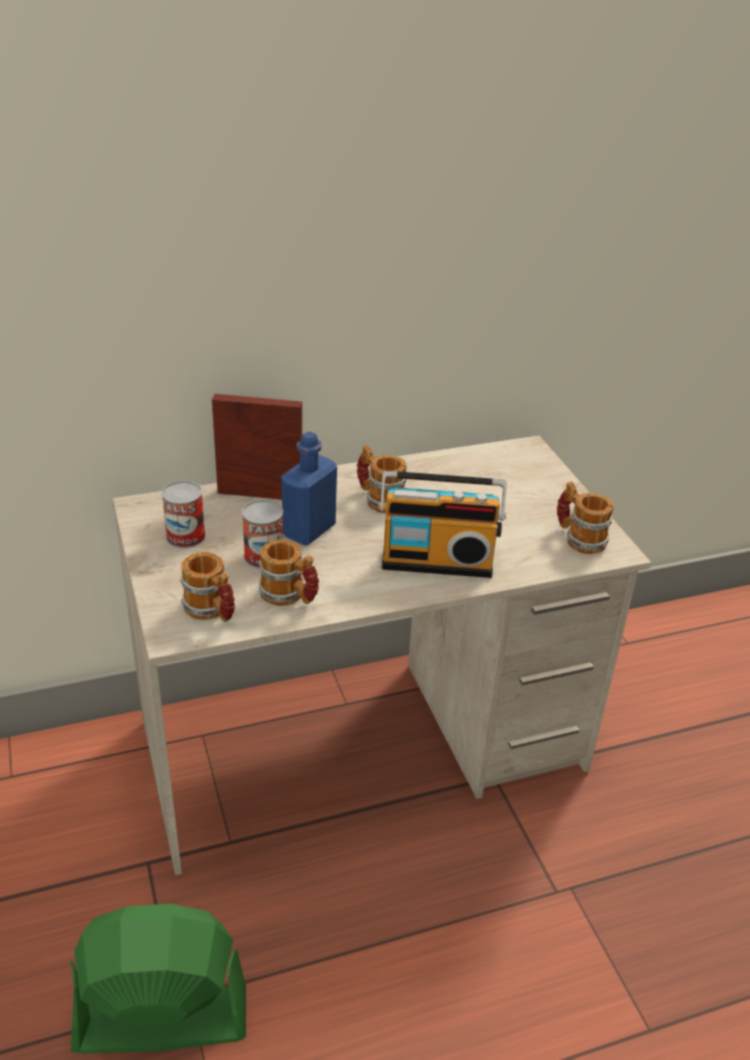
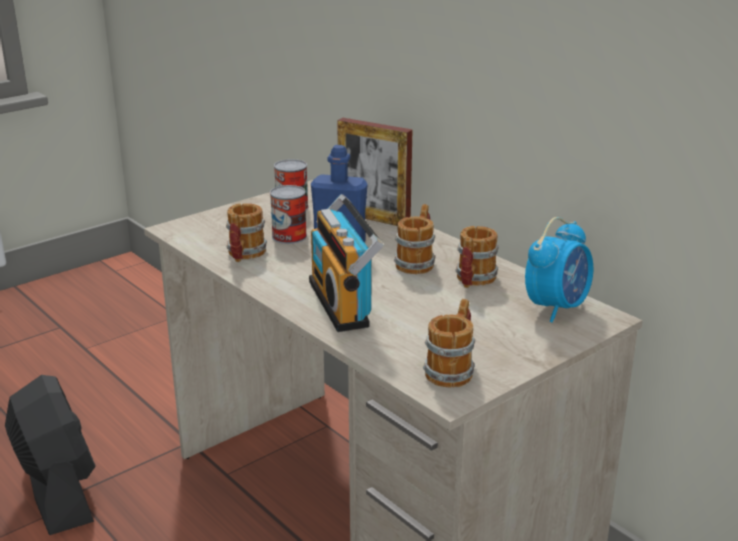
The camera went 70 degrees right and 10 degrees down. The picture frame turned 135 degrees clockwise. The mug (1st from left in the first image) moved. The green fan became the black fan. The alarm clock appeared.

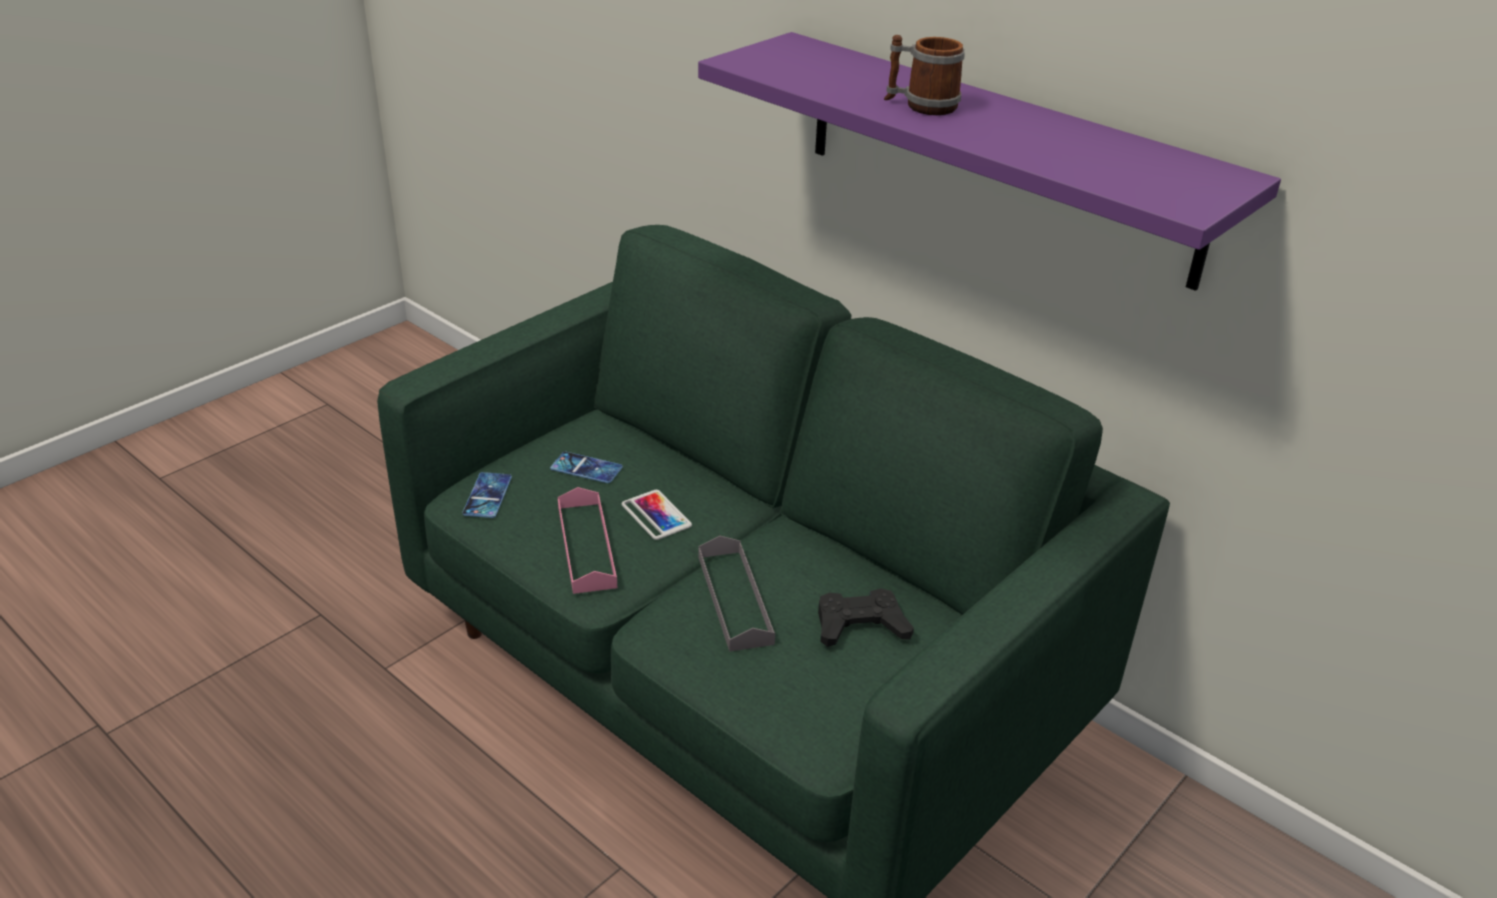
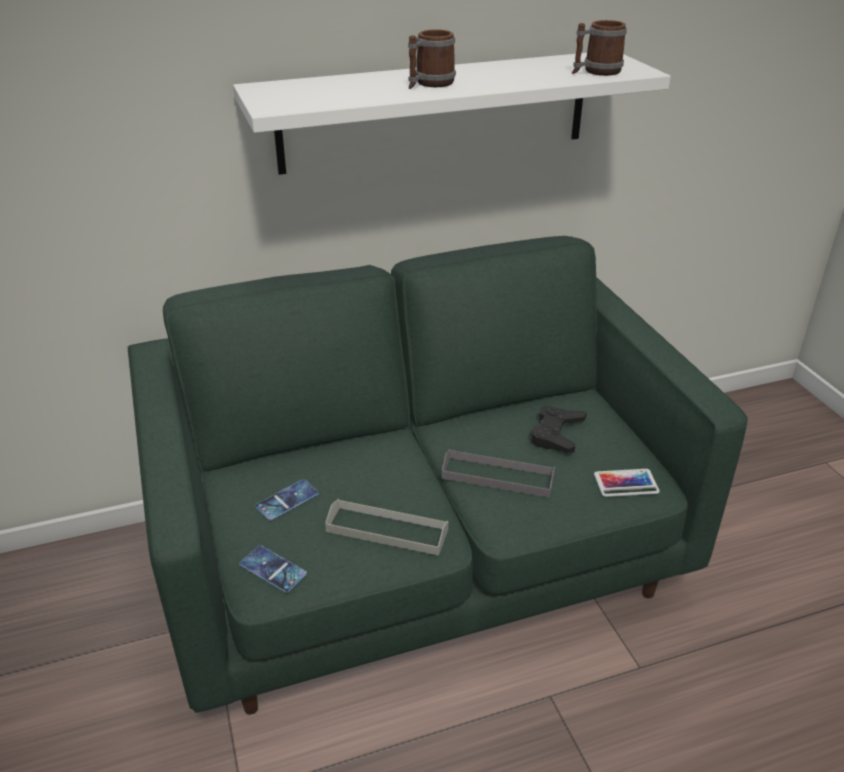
The camera went 60 degrees left and 0 degrees up. The purple shelf became the white shelf. The pink tray became the grey tray (1st from left). The phone (3rd from left) moved. The mug (2nd from left) appeared.

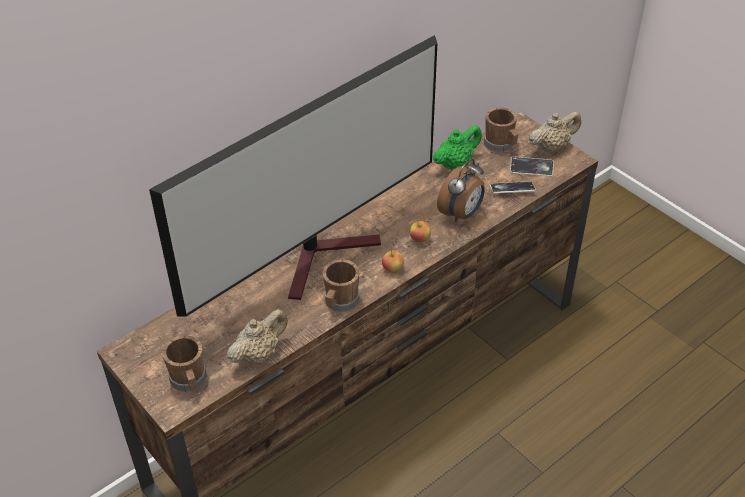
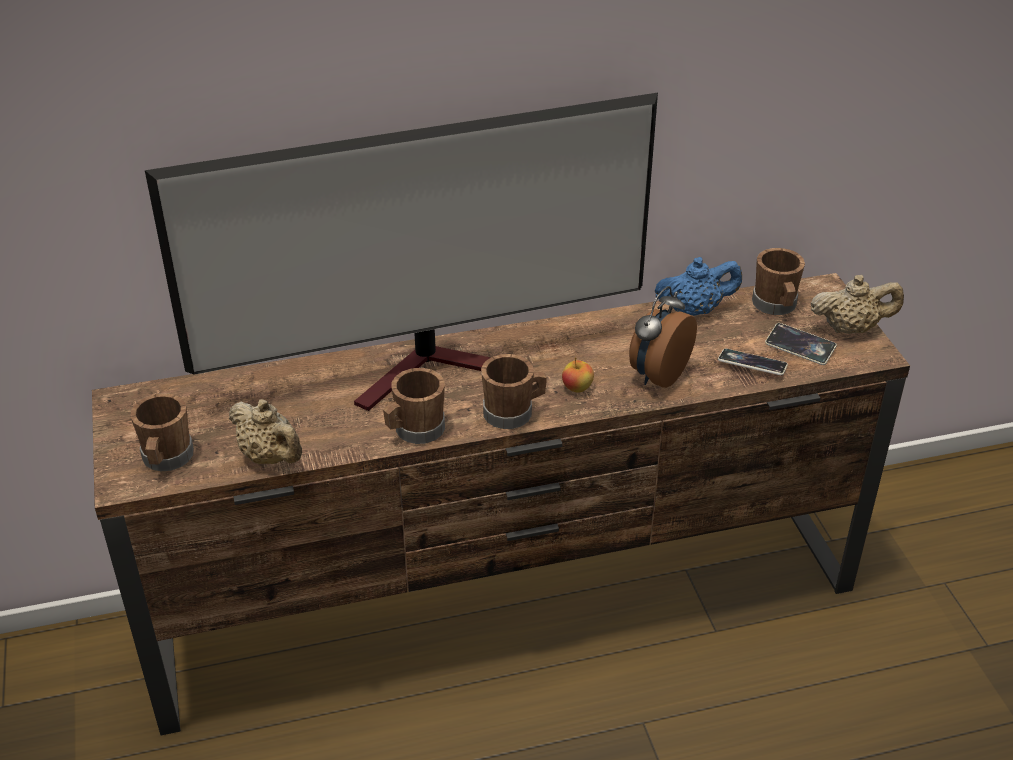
The camera went 25 degrees right and 5 degrees down. The green teapot became the blue teapot. The alarm clock turned 150 degrees clockwise. The apple (1st from left) was replaced by the brown mug (3rd from left). The beige teapot (1st from left) turned 60 degrees clockwise.

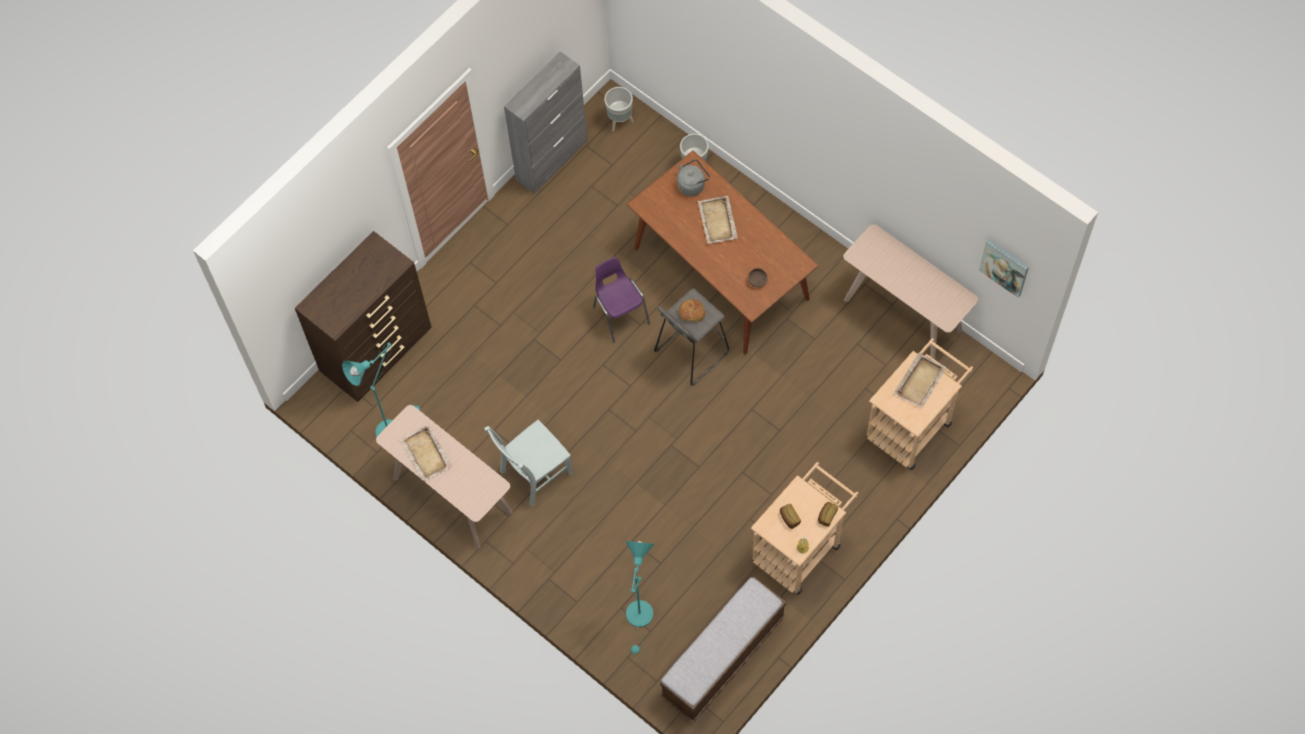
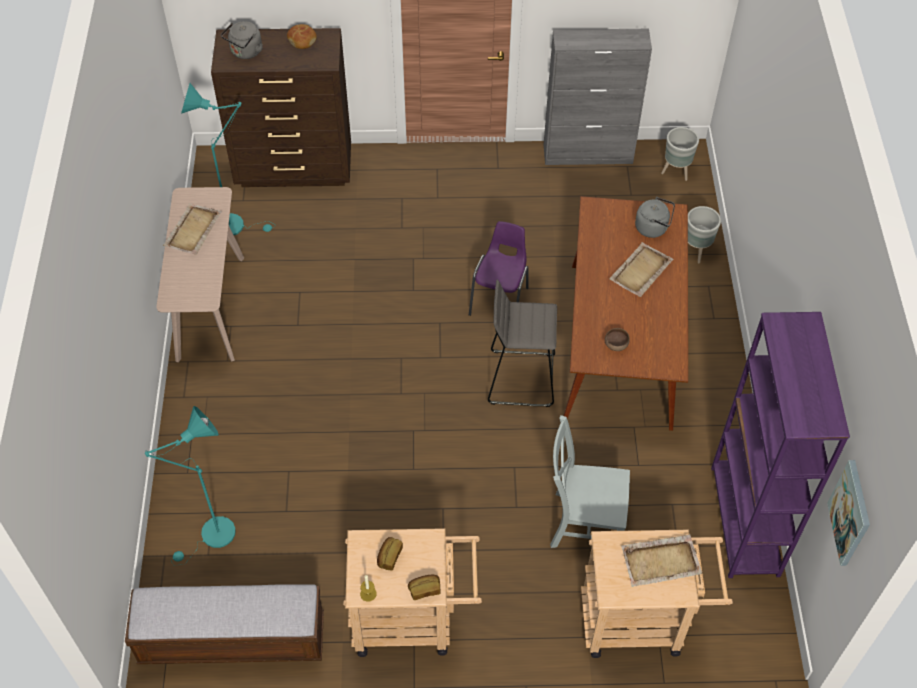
The camera went 45 degrees right and 10 degrees down. The beige console table (2nd from left) was replaced by the purple bookcase. The bread (1st from left) moved. The grey chair moved. The grey kettle (1st from left) appeared.

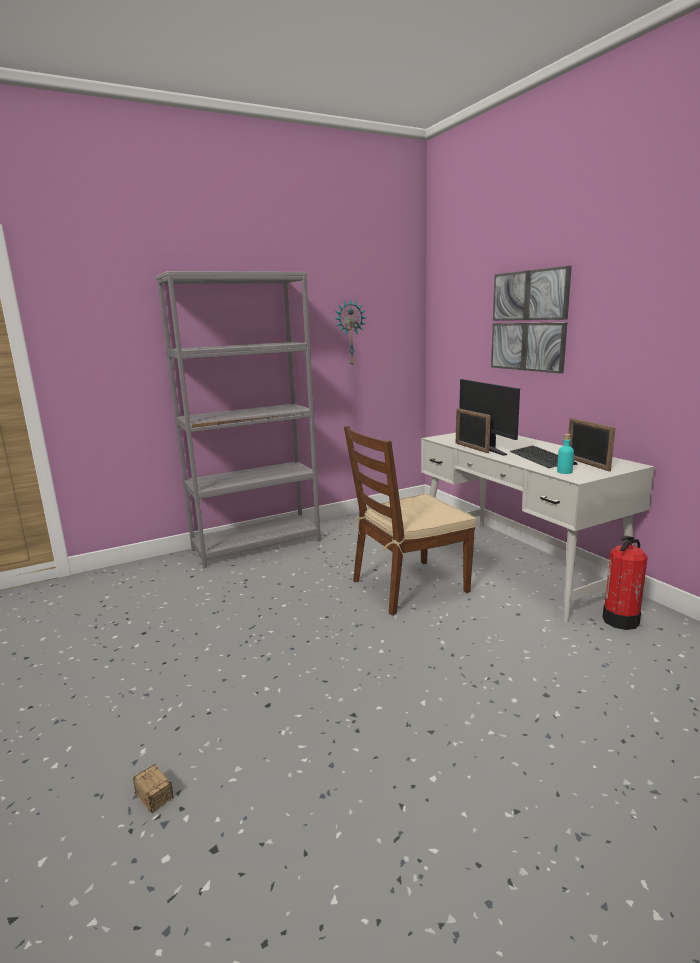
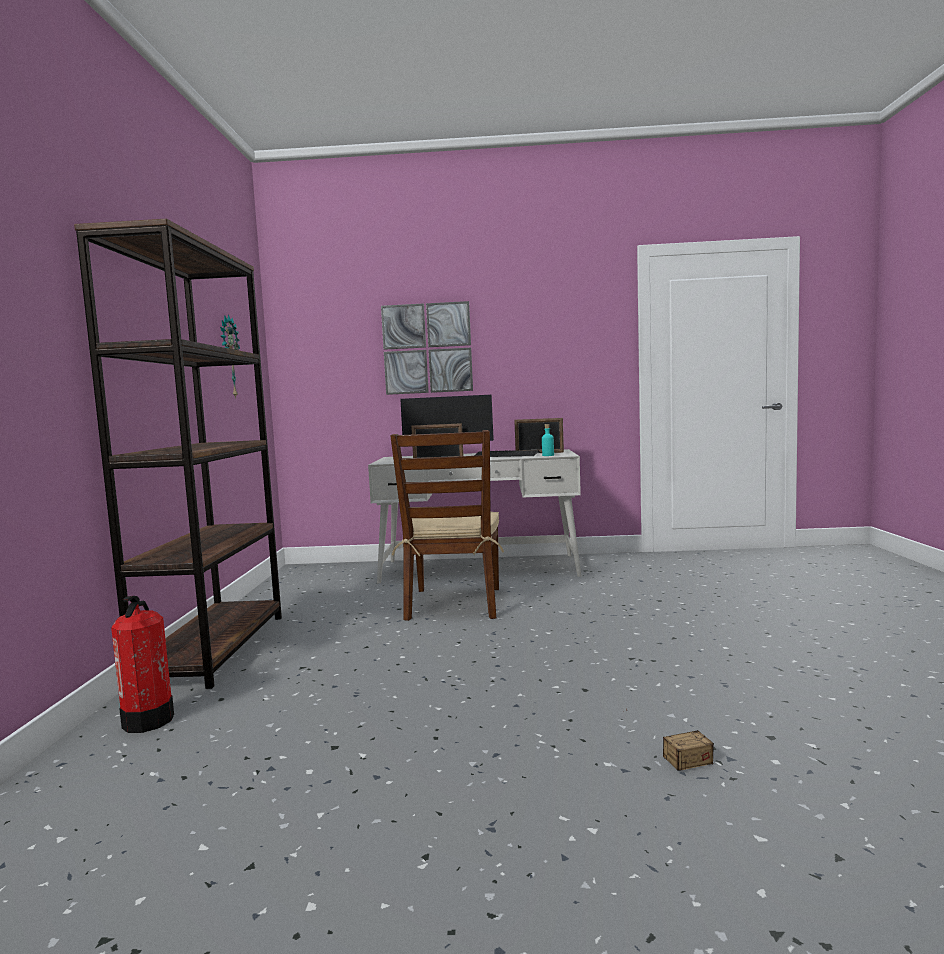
The camera went 60 degrees left and 10 degrees down. The grey bookcase became the brown bookcase. The fire extinguisher moved.

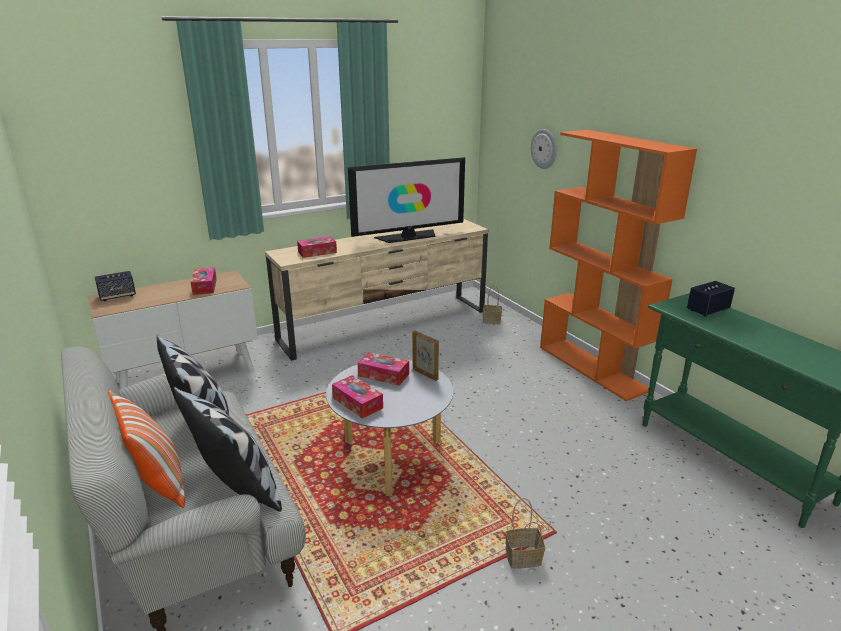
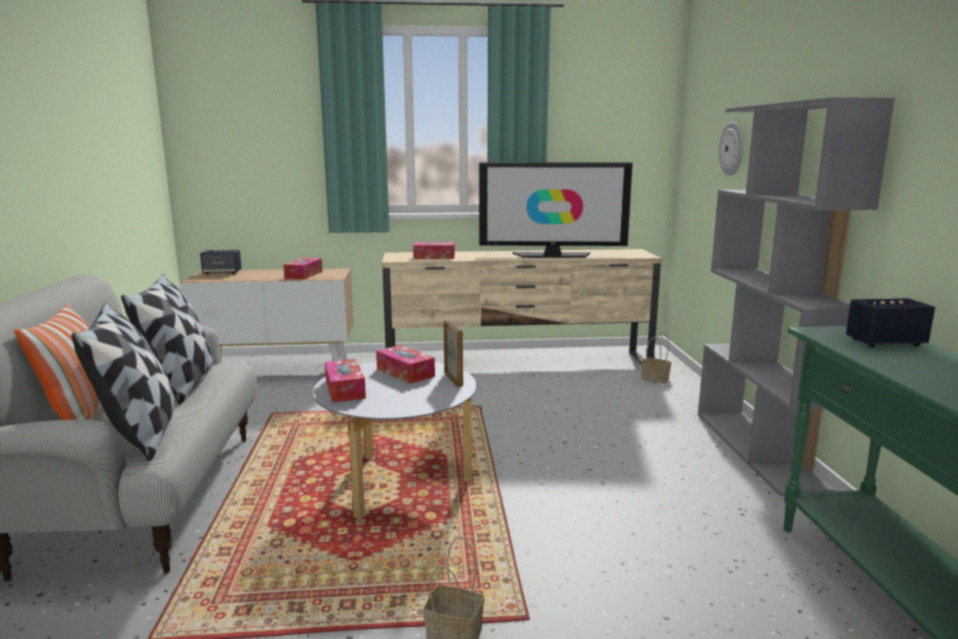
The camera went 25 degrees right and 10 degrees down. The orange bookcase became the grey bookcase.

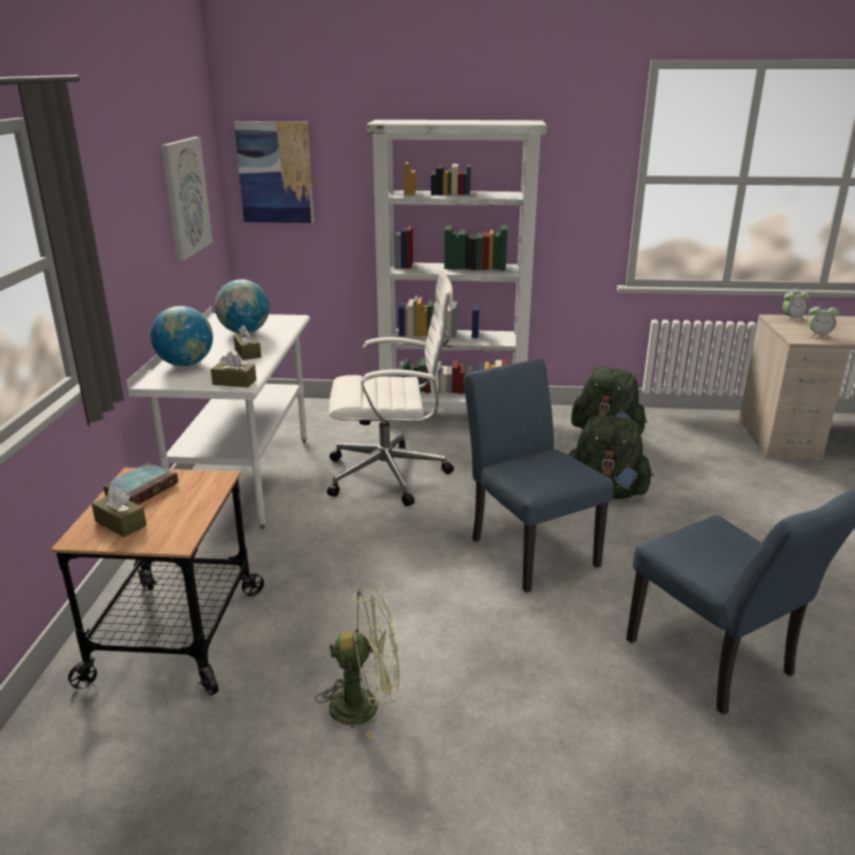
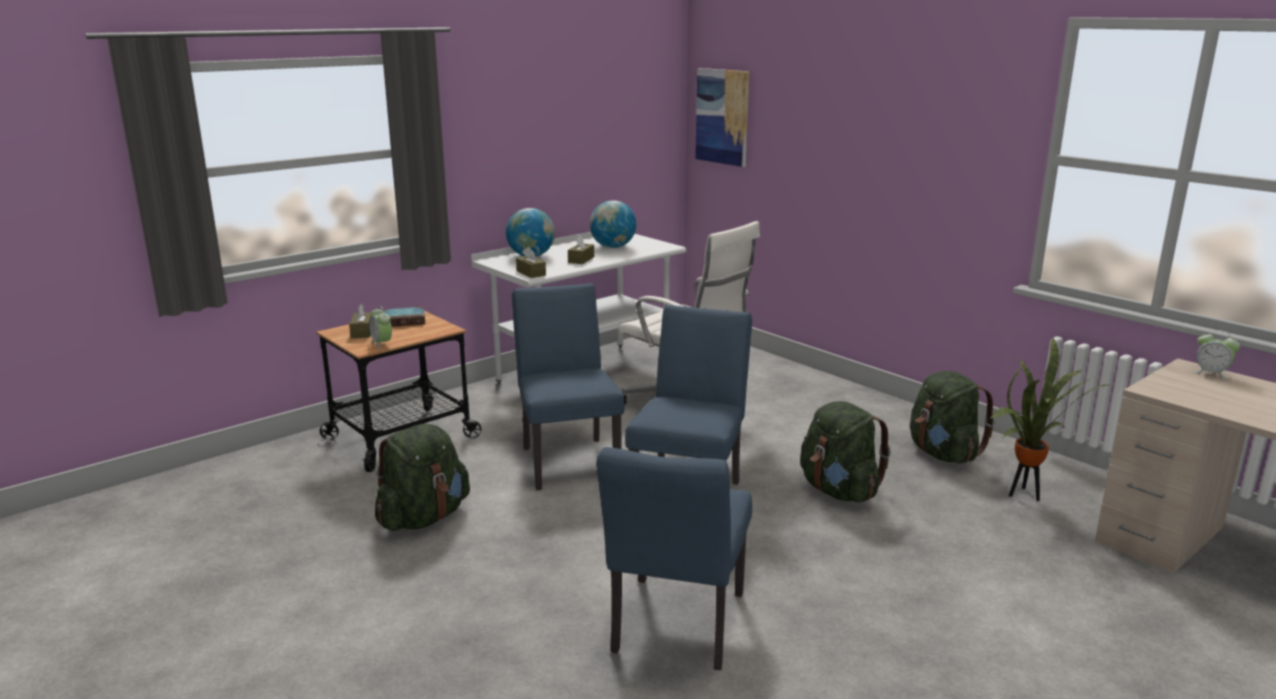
The camera went 45 degrees right and 5 degrees down. The white bookcase disappeared. The picture (1st from left) disappeared. The alarm clock (2nd from left in the first image) moved. The green fan was replaced by the green backpack (1st from left). The blue chair (1st from left) appeared. The potted plant appeared.

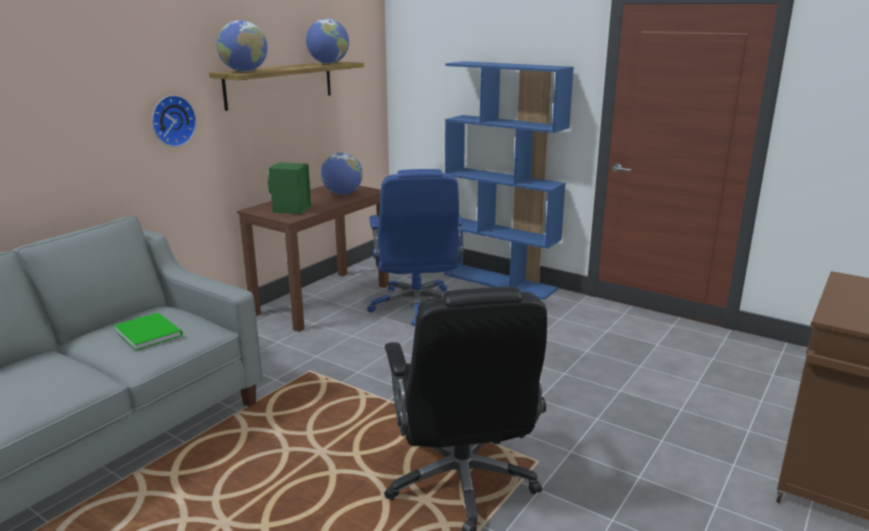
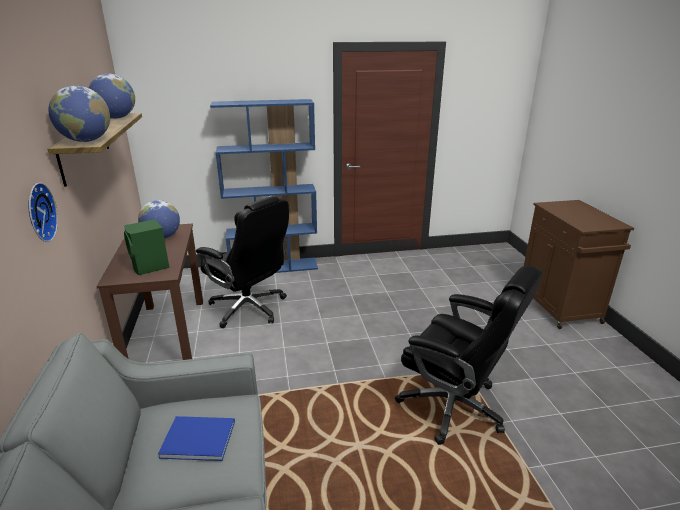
The camera went 45 degrees left and 5 degrees up. The blue office chair became the black office chair (1st from left). The green book became the blue book.

